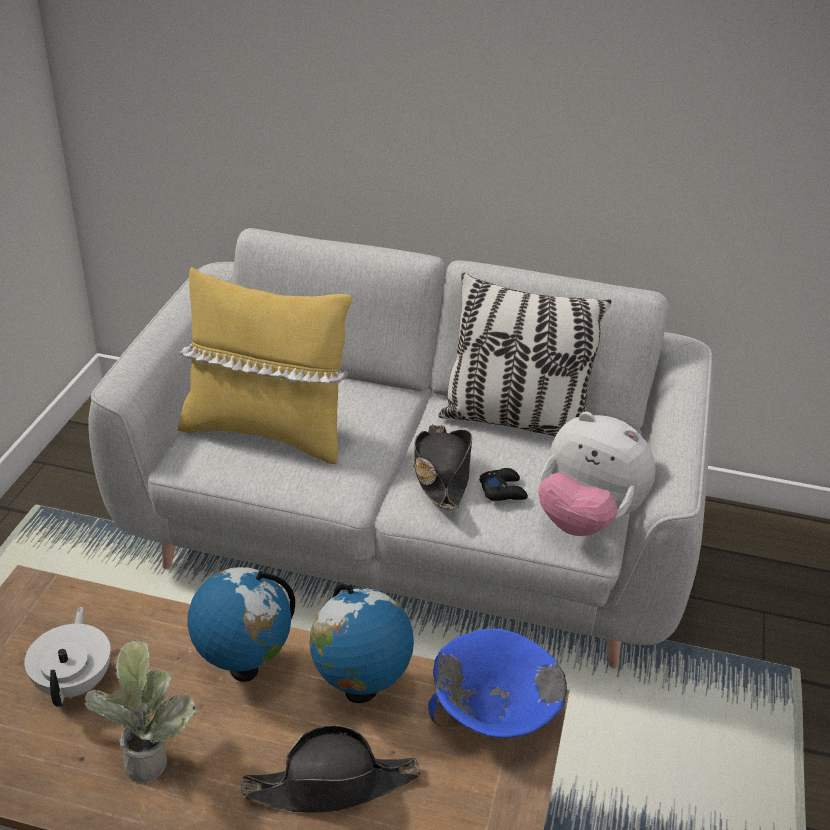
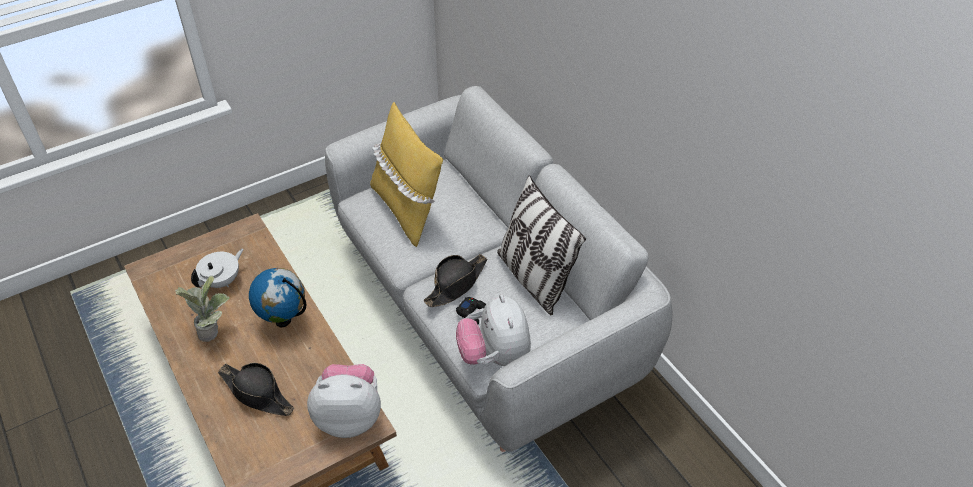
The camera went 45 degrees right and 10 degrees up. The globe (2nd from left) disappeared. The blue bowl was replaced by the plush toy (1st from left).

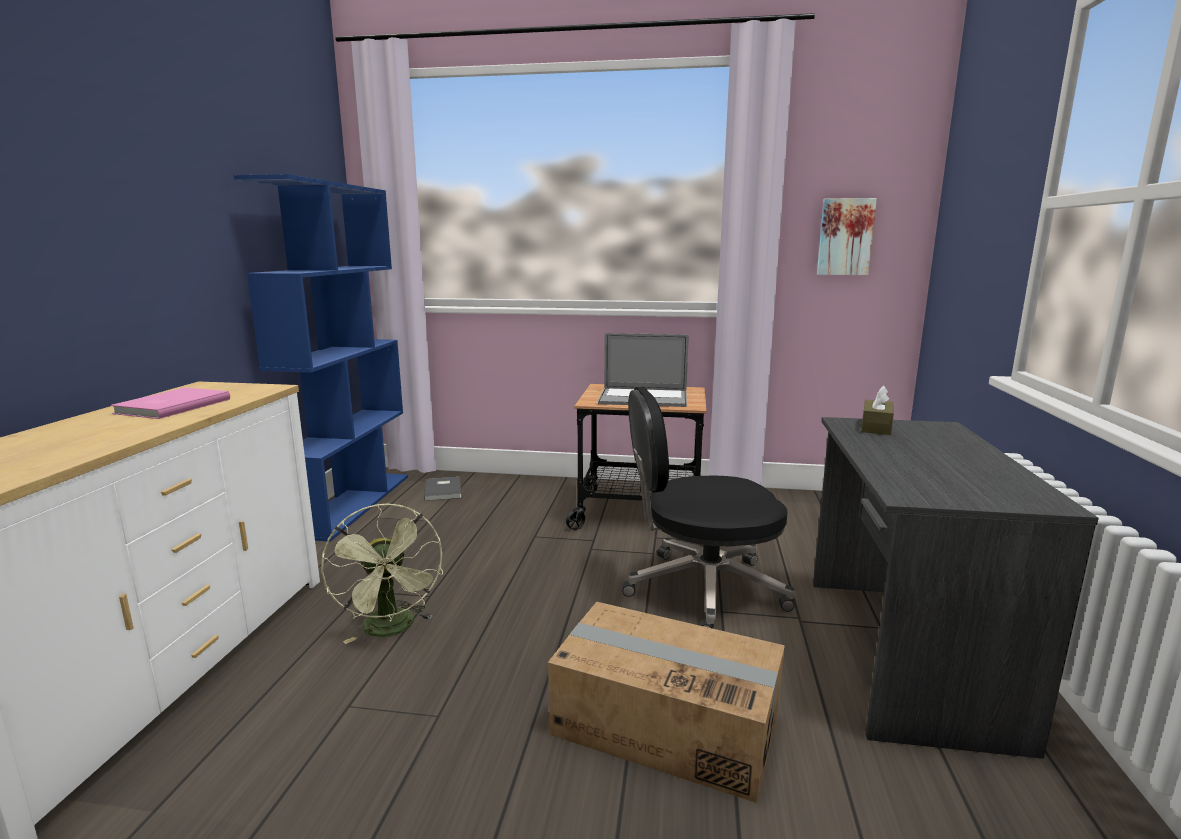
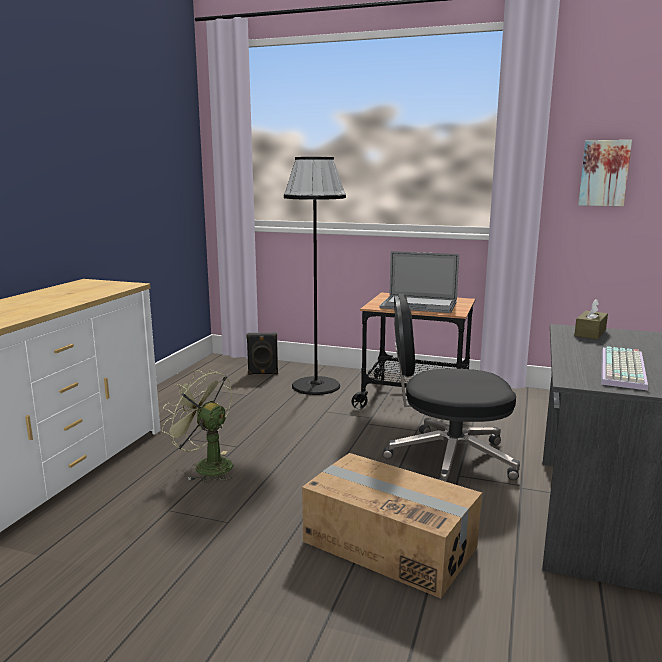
The camera went 10 degrees right and 0 degrees up. The blue bookcase disappeared. The pink book disappeared. The grey book was replaced by the black speaker. The green fan turned 135 degrees clockwise. The black floor lamp appeared. The keyboard appeared.

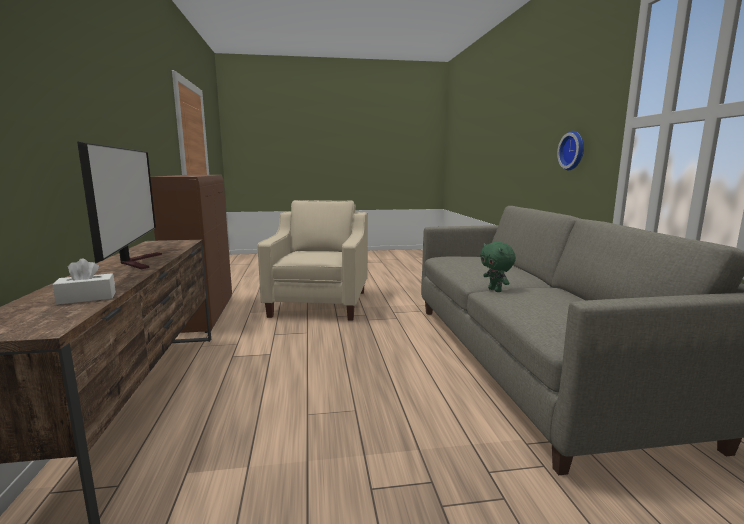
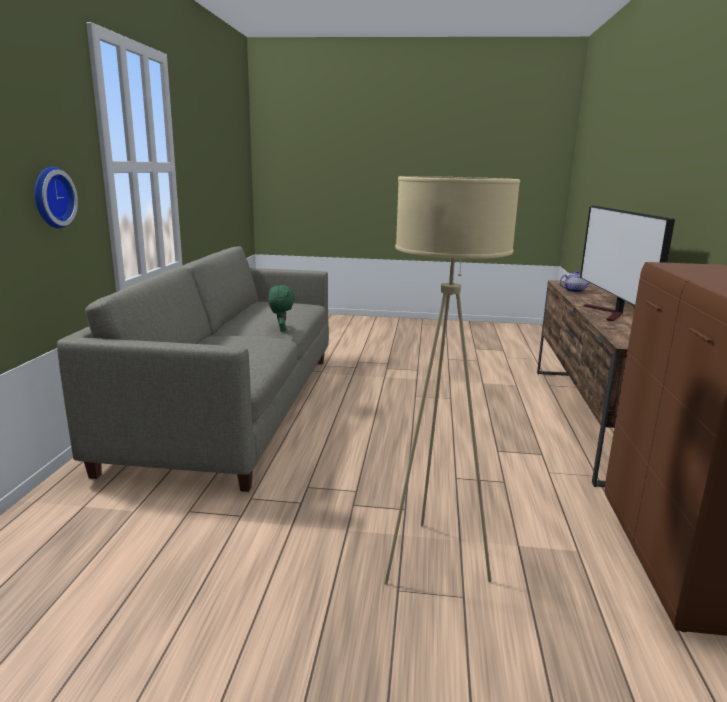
The camera went 165 degrees left and 5 degrees up. The beige armchair was replaced by the beige floor lamp. The white tissue box was replaced by the teapot.

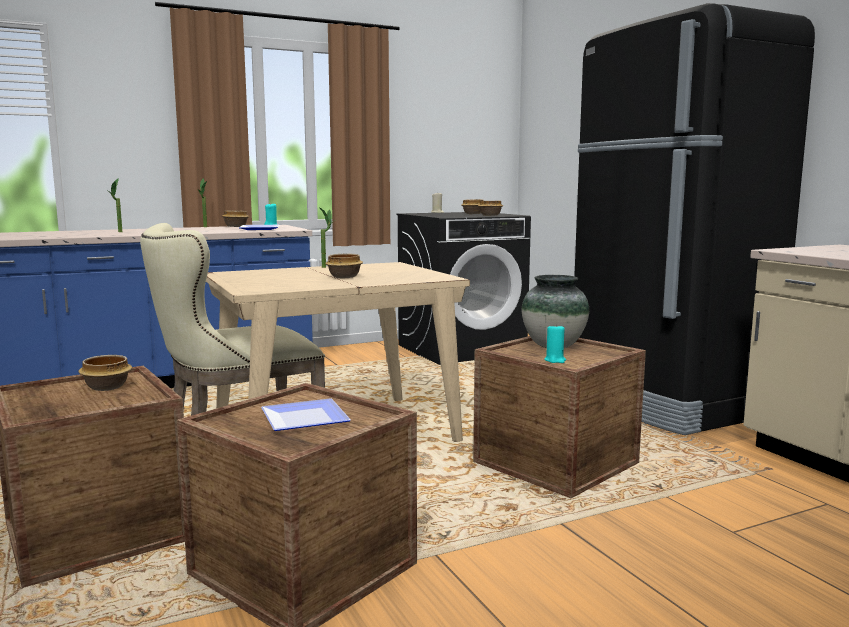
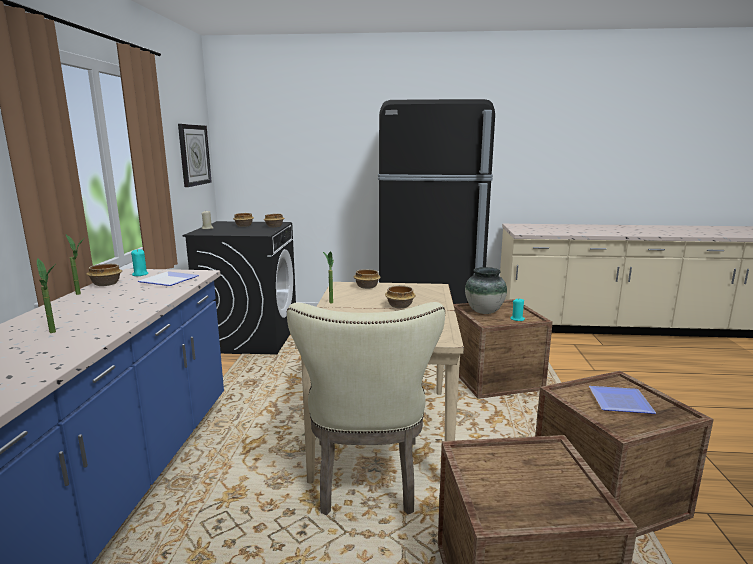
The camera went 60 degrees left and 5 degrees up. The bowl (1st from left in the first image) moved. The wall clock appeared.

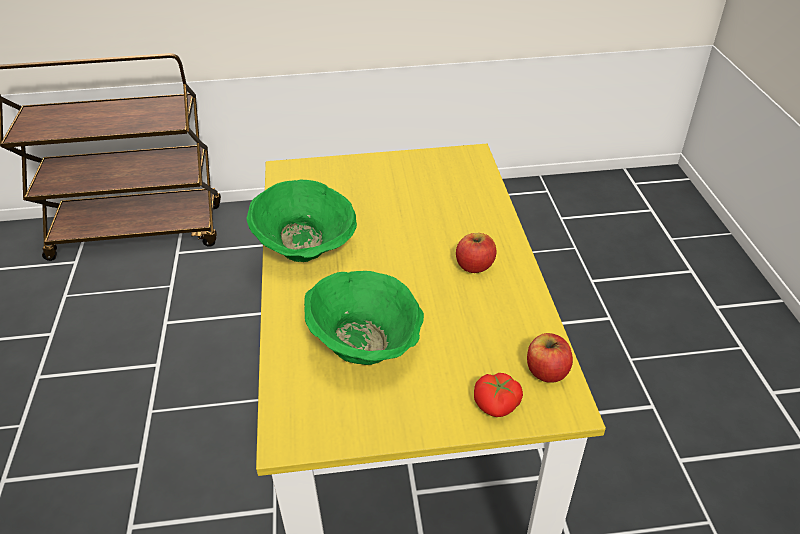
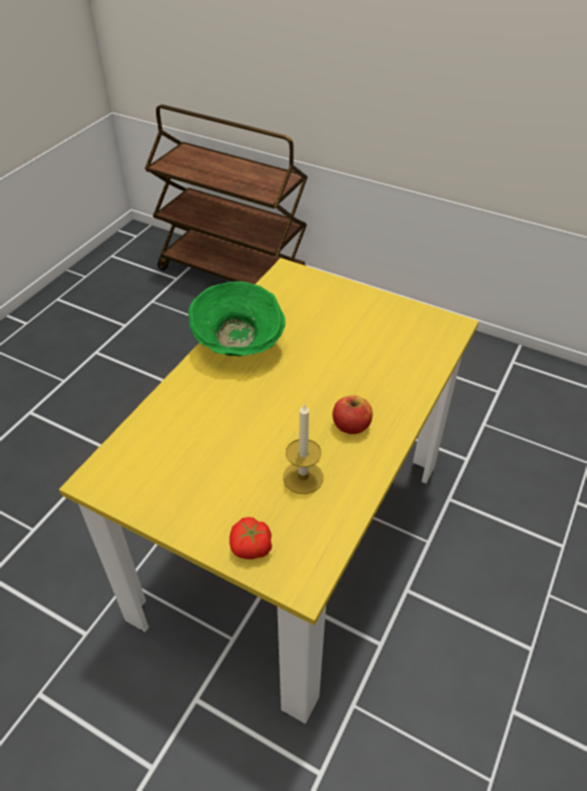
The camera went 35 degrees right and 5 degrees up. The green bowl (2nd from left) disappeared. The apple (2nd from left) disappeared. The candle appeared.

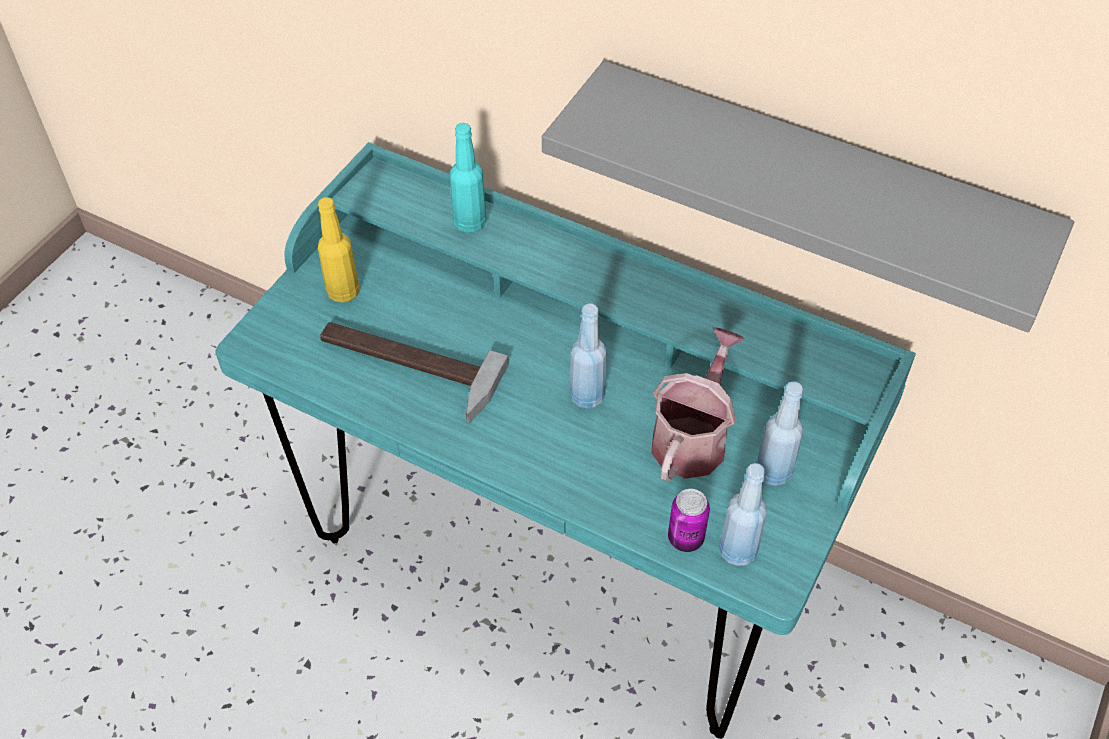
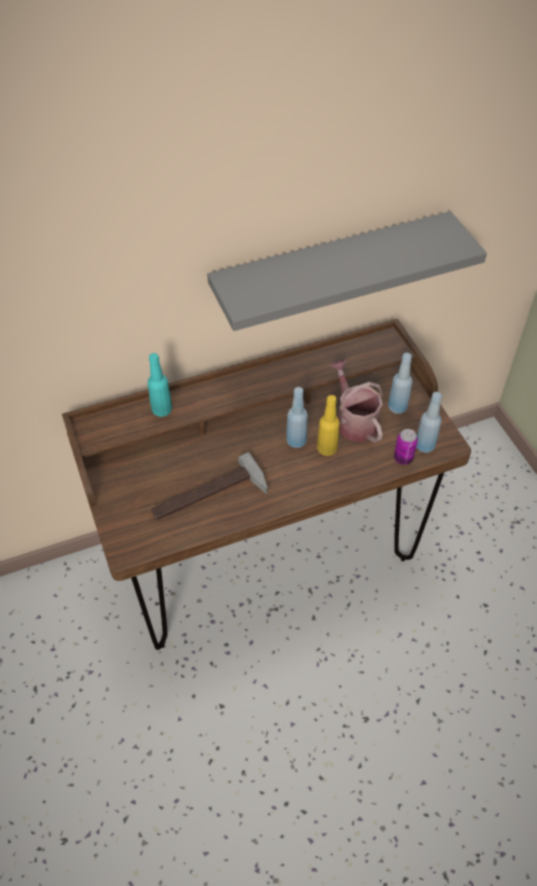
The camera went 50 degrees left and 0 degrees up. The turquoise desk became the brown desk. The yellow bottle moved.

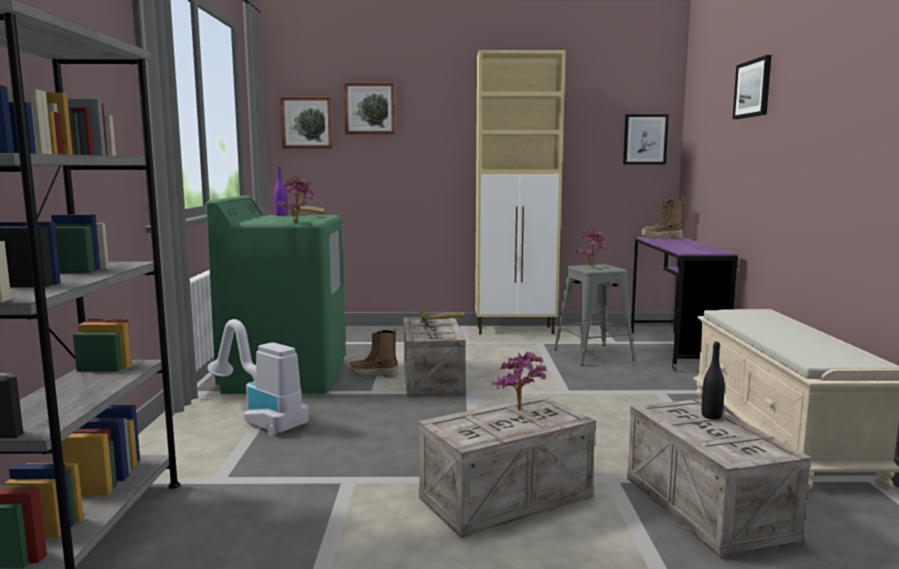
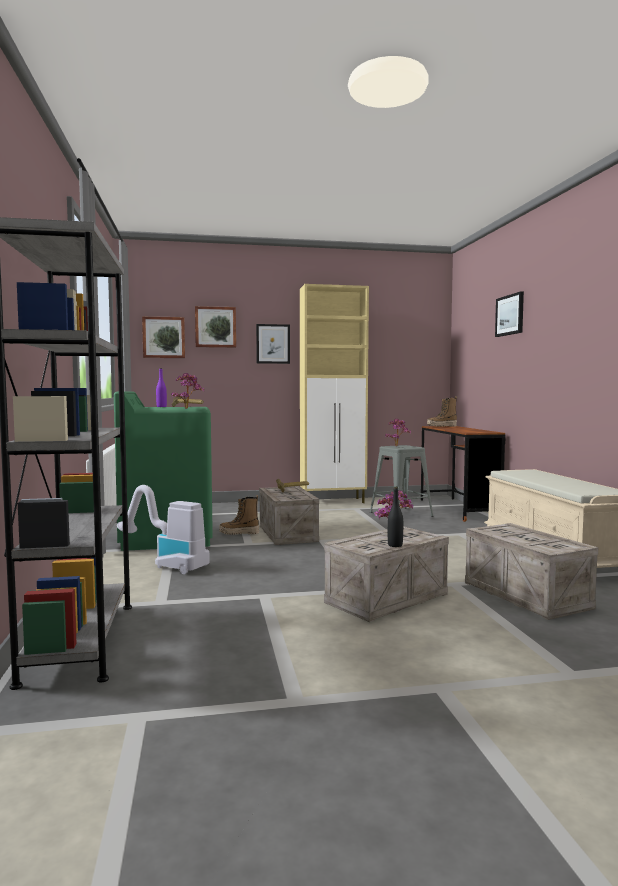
The camera went 10 degrees left and 5 degrees down. The picture (3rd from left) moved. The purple desk became the brown desk. The black bottle moved.

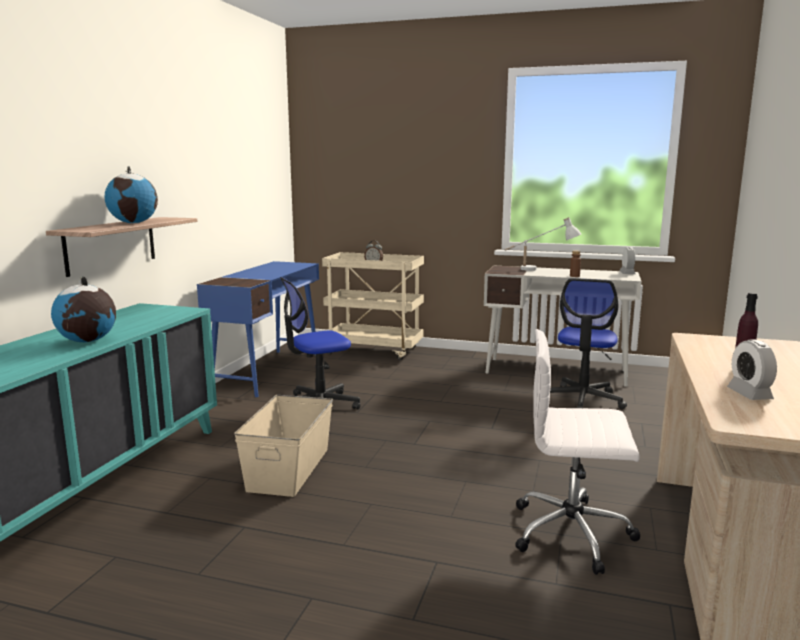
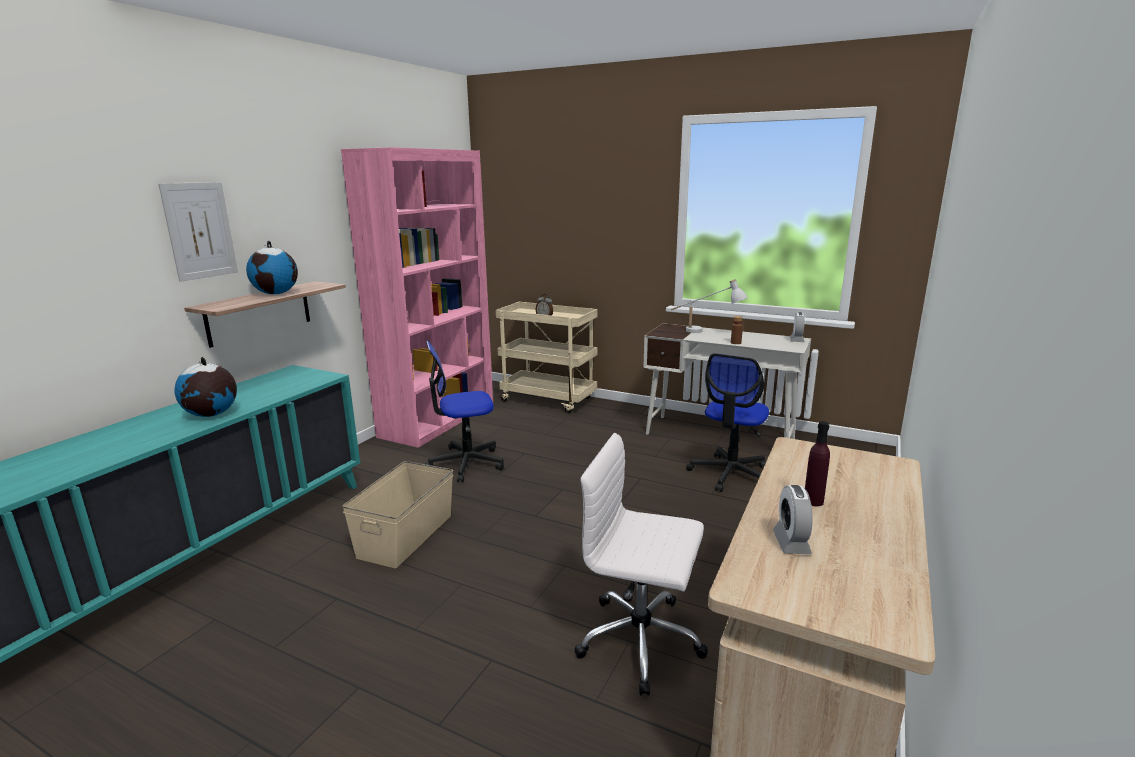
The camera went 10 degrees right and 5 degrees up. The blue desk was replaced by the pink bookcase. The picture appeared.

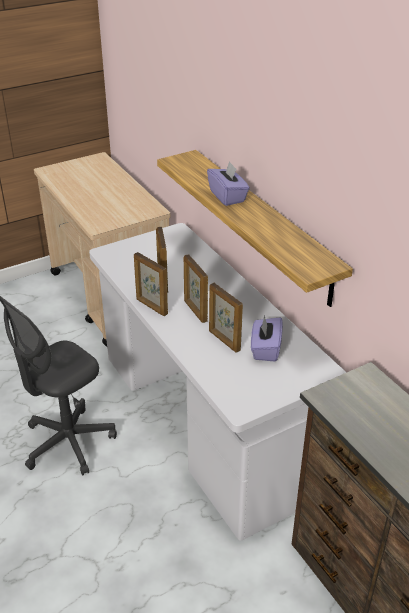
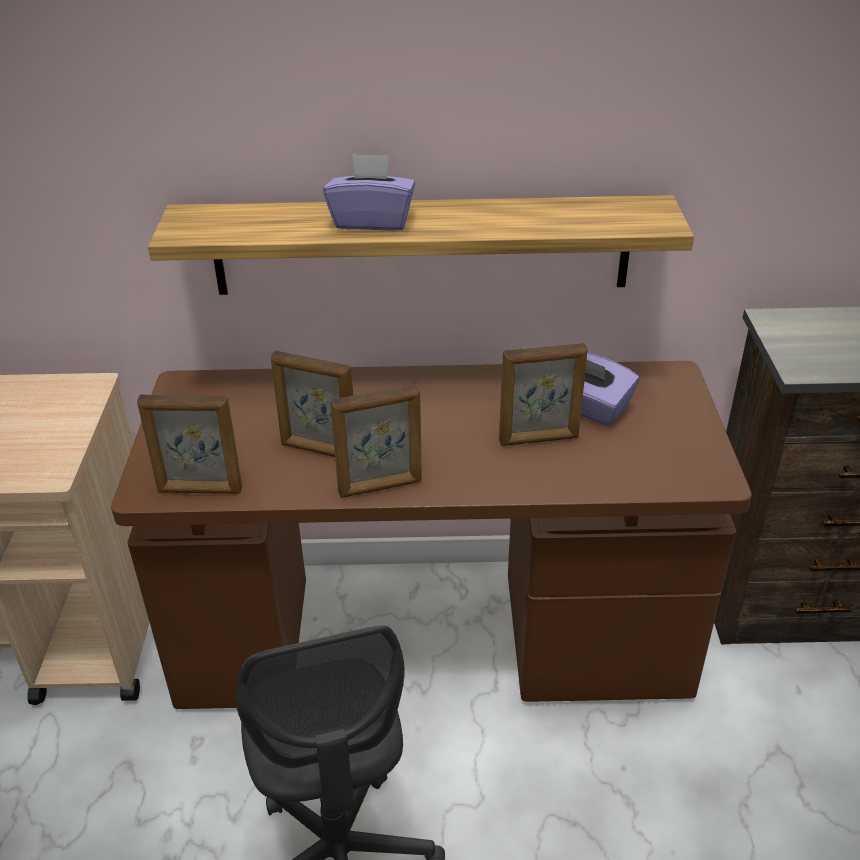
The camera went 60 degrees left and 0 degrees up. The white desk became the brown desk. The picture frame (3rd from left in the first image) moved.

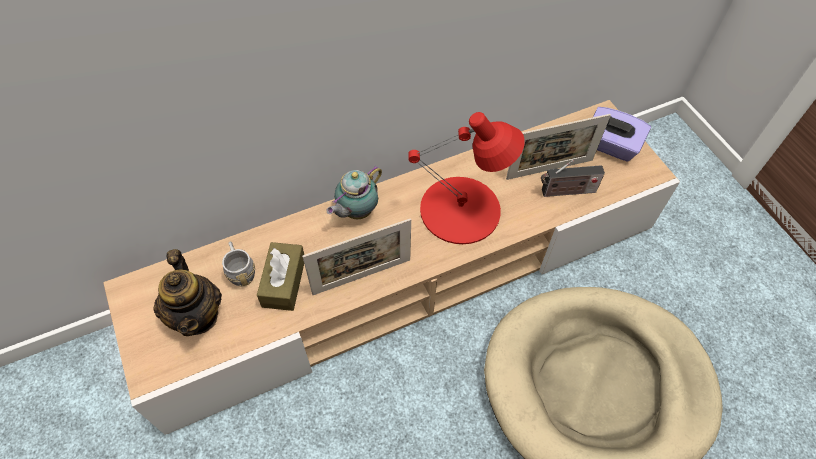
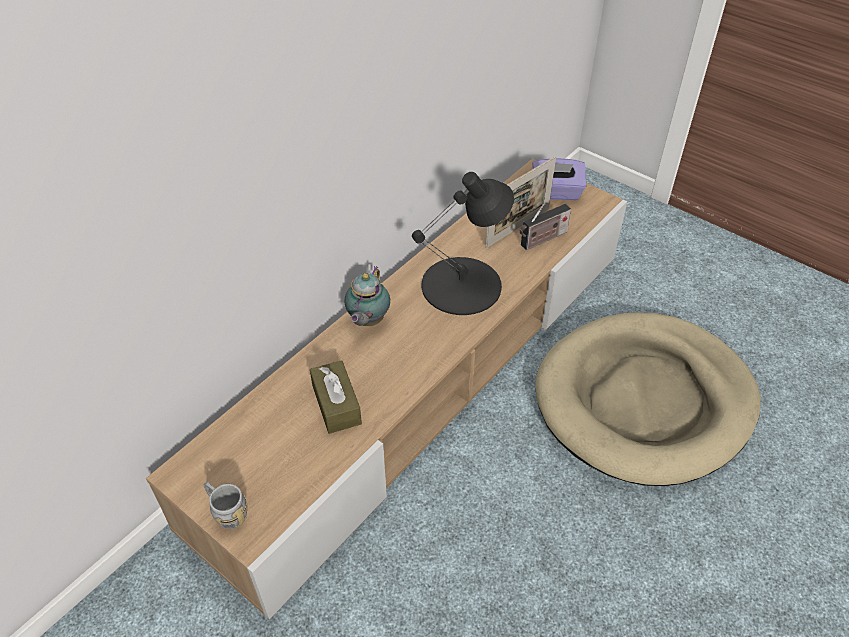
The camera went 25 degrees left and 10 degrees down. The red table lamp became the black table lamp. The picture frame (1st from left) disappeared. The grey mug moved. The teapot (1st from left) disappeared.

